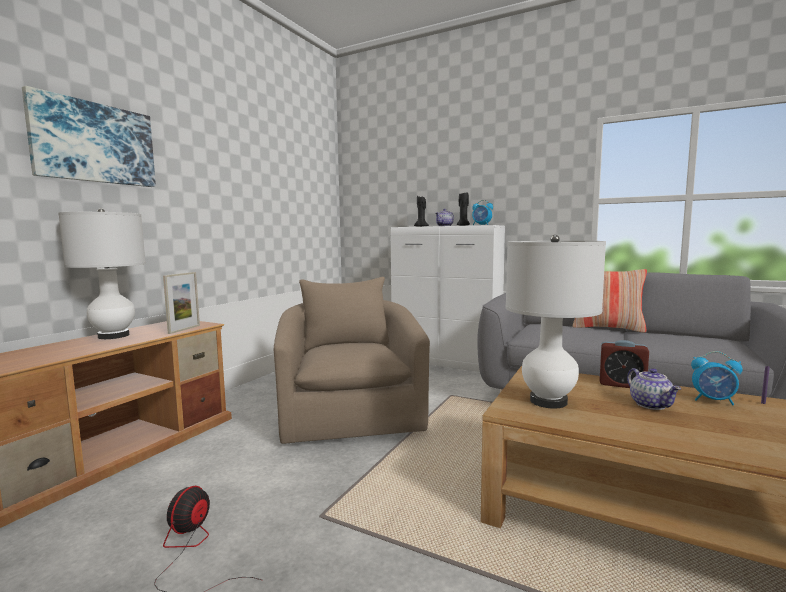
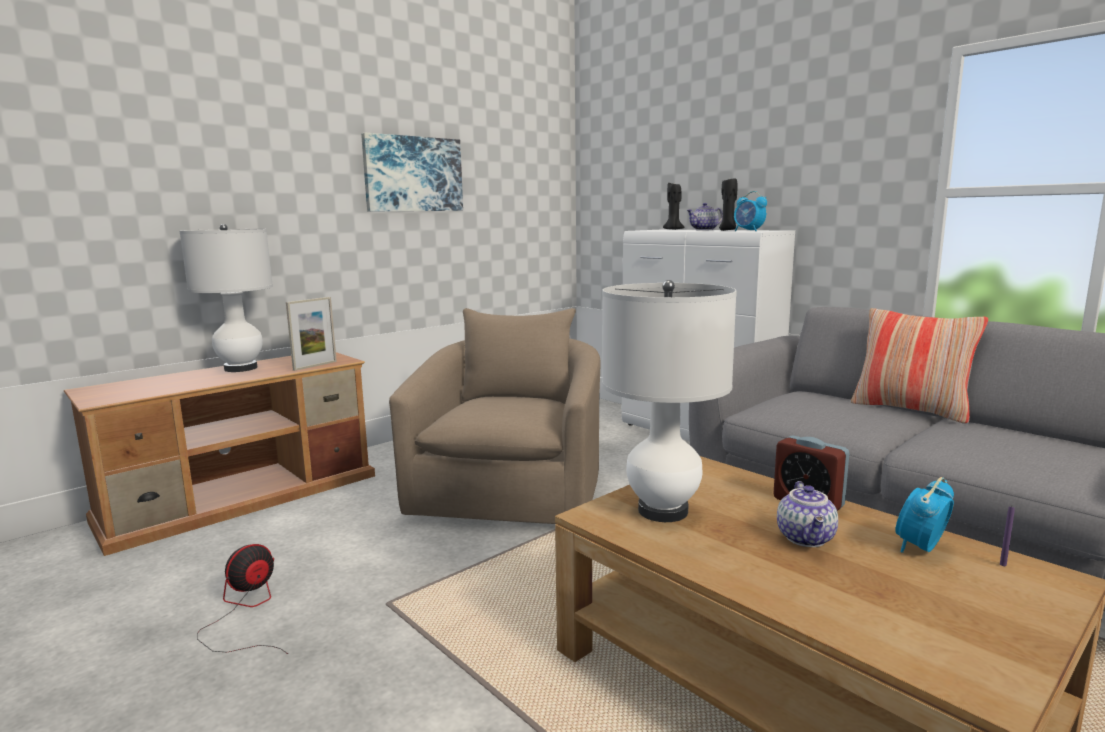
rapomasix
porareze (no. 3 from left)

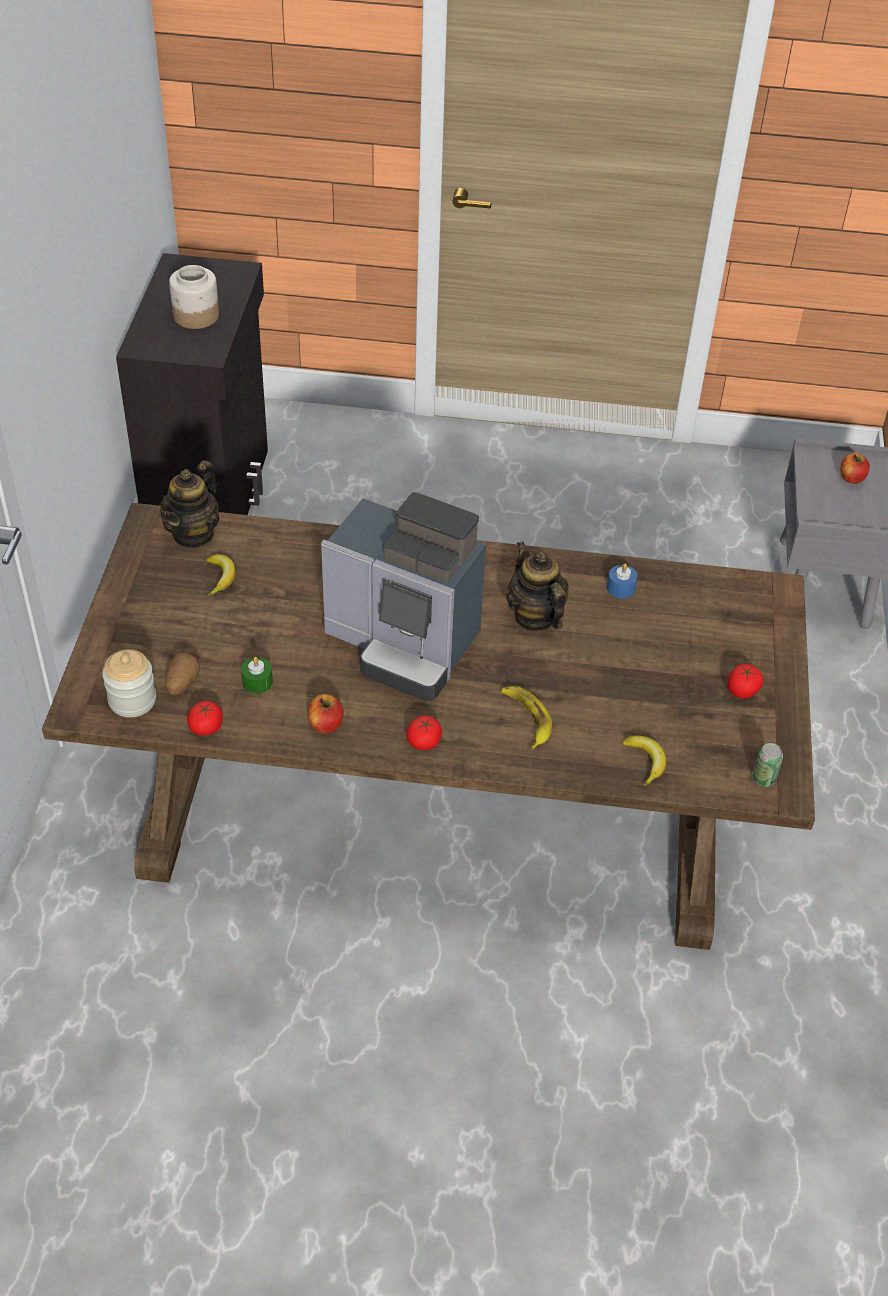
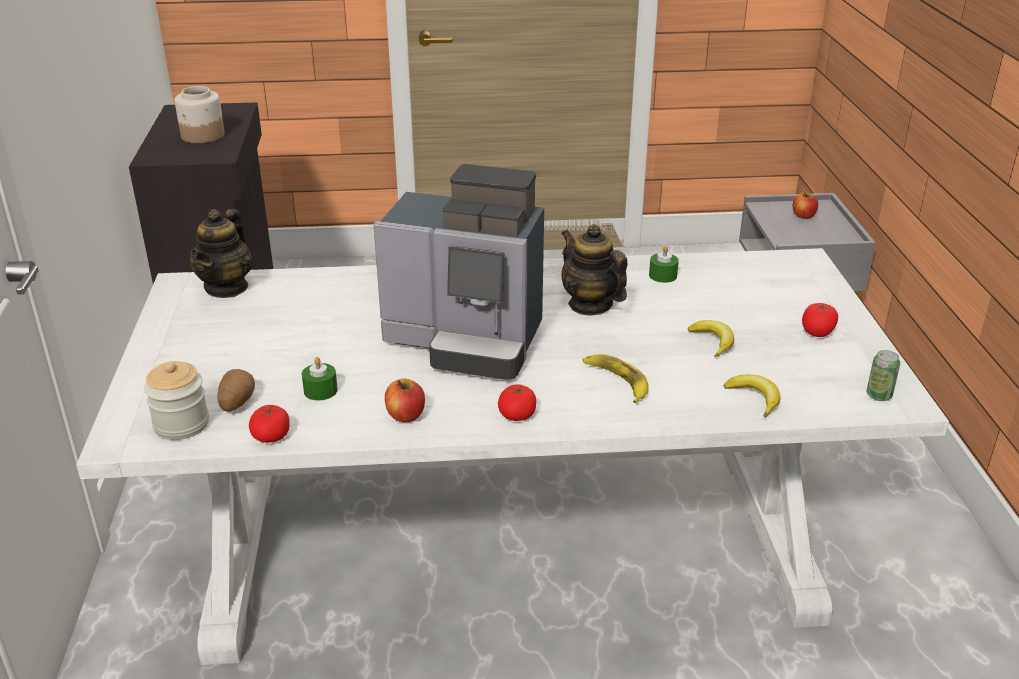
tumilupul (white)
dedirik (no. 2 from left)
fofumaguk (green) (no. 2 from left)

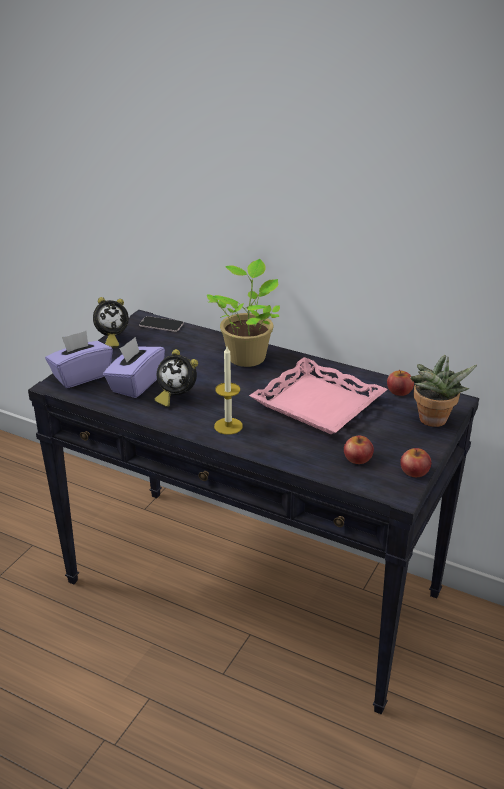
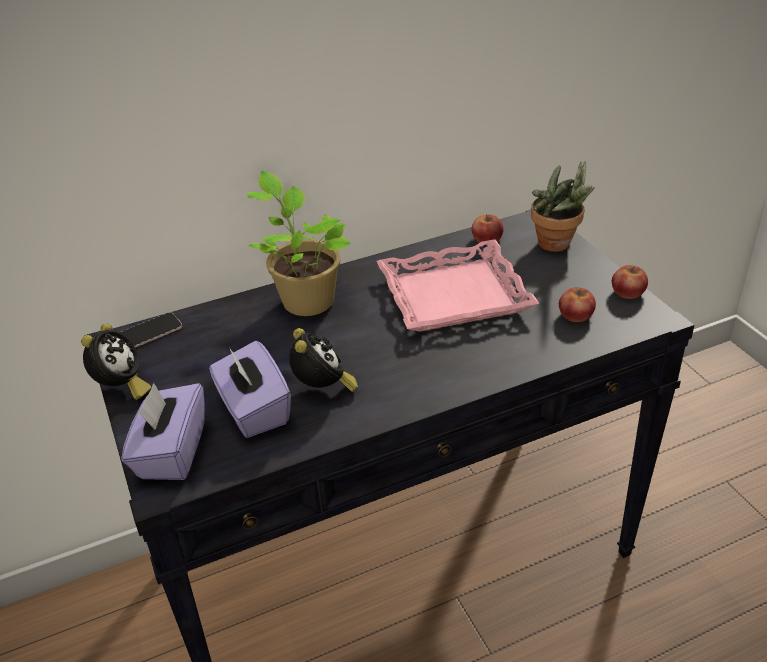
fofumaguk
porareze (no. 2 from left)

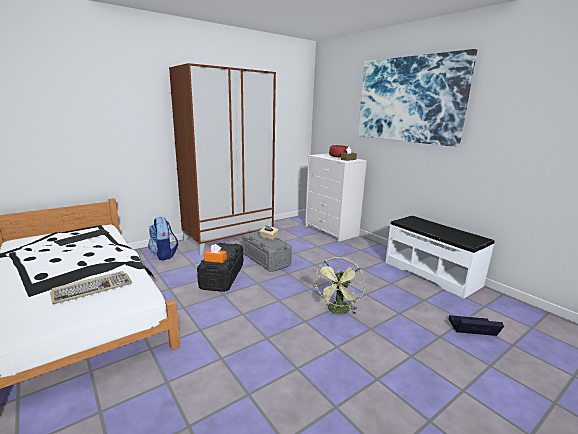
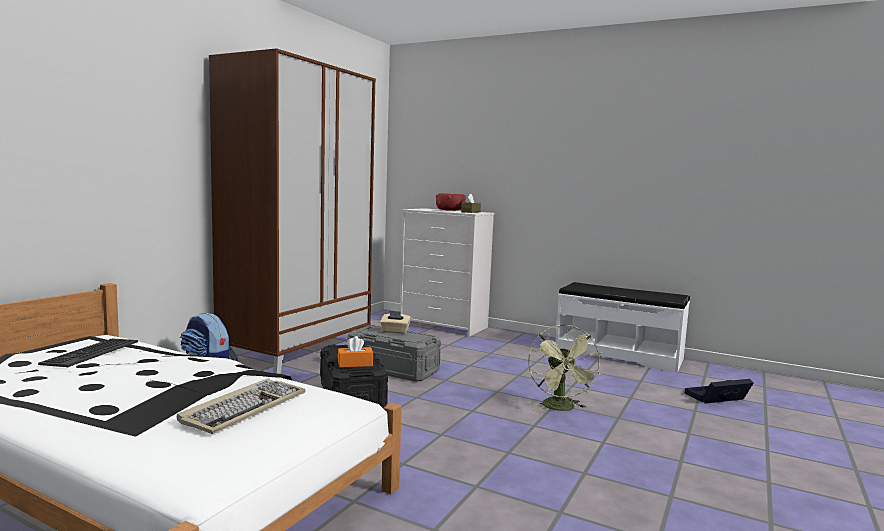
rapomasix

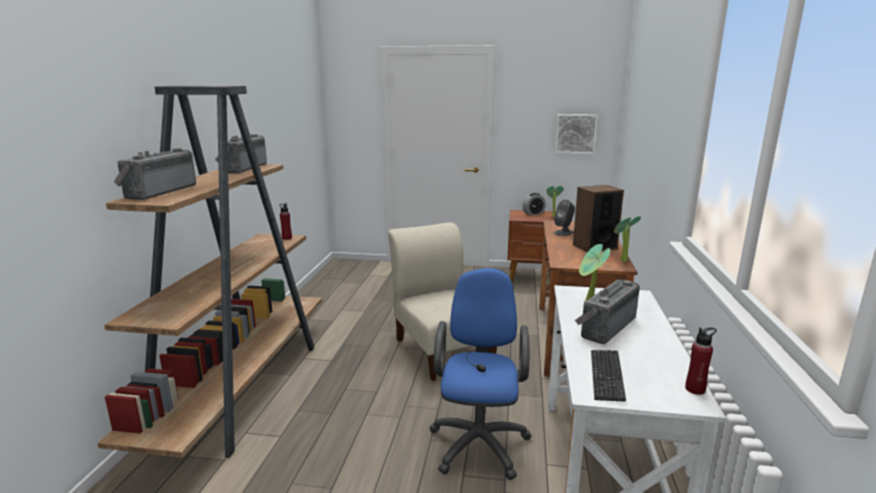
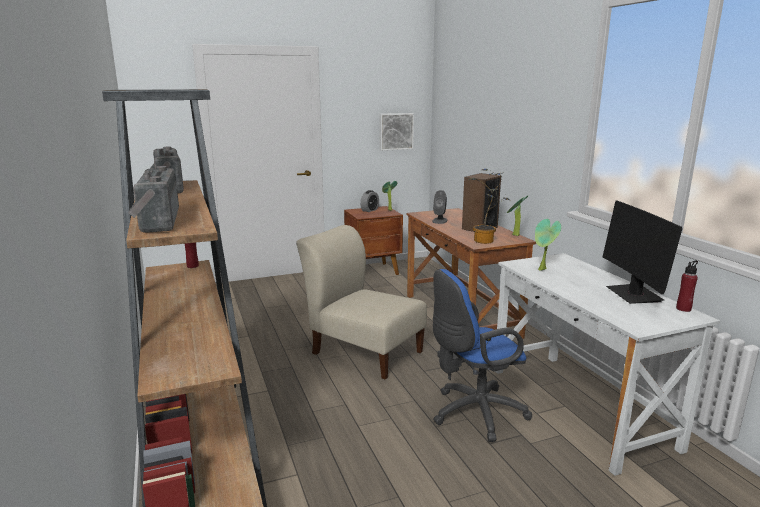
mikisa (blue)
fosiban (no. 3 from left in the first image)
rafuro
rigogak (no. 2 from left)
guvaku

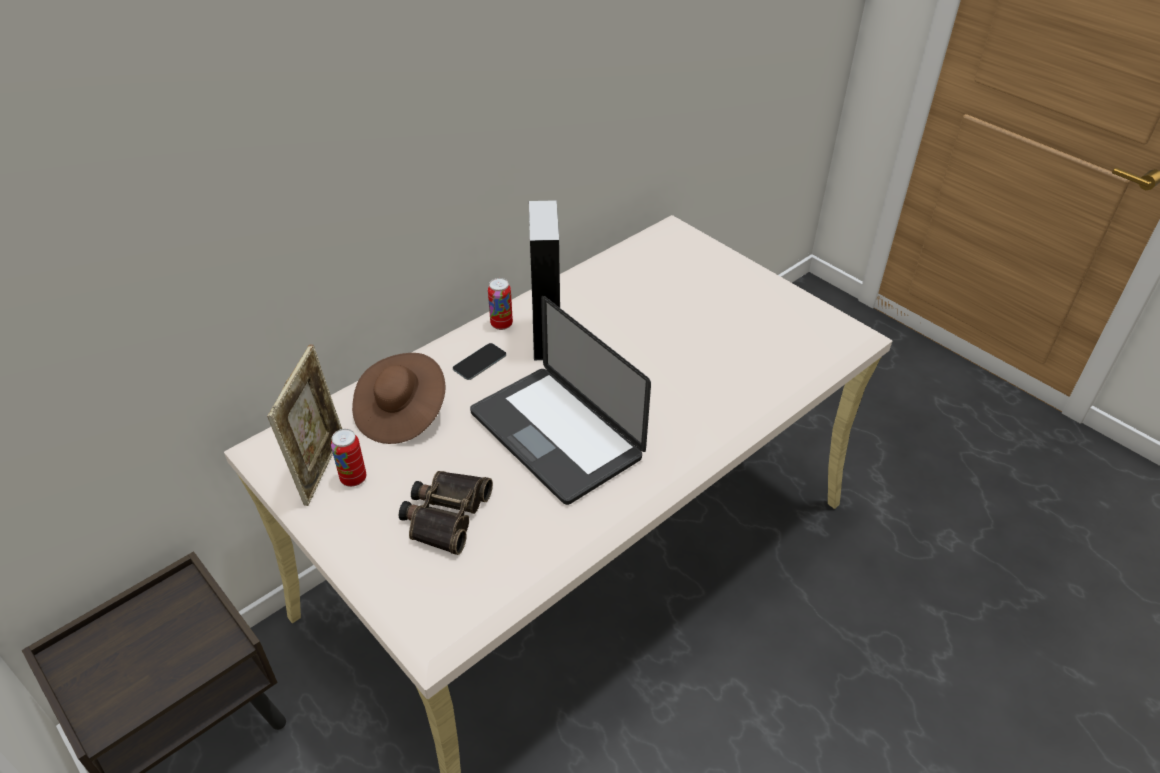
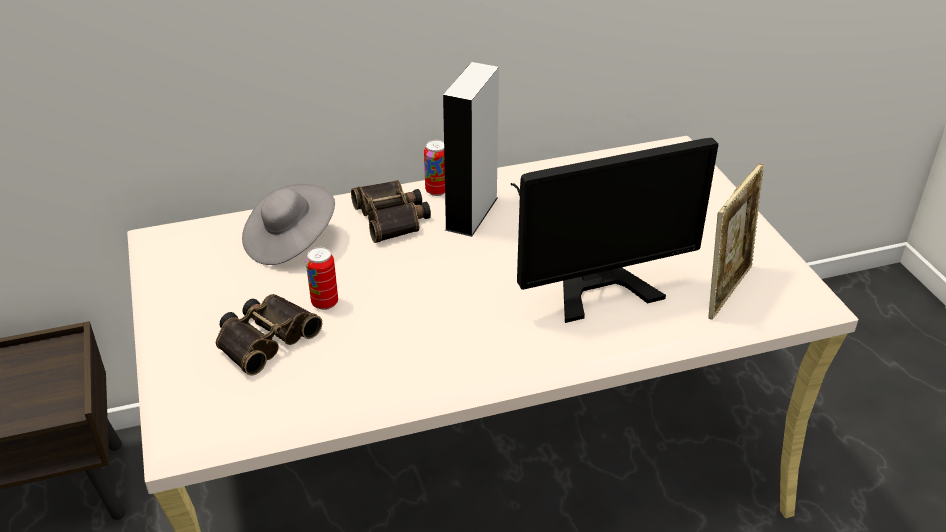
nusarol
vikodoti (no. 2 from left)
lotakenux
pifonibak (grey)
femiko (no. 1 from left)
guvaku

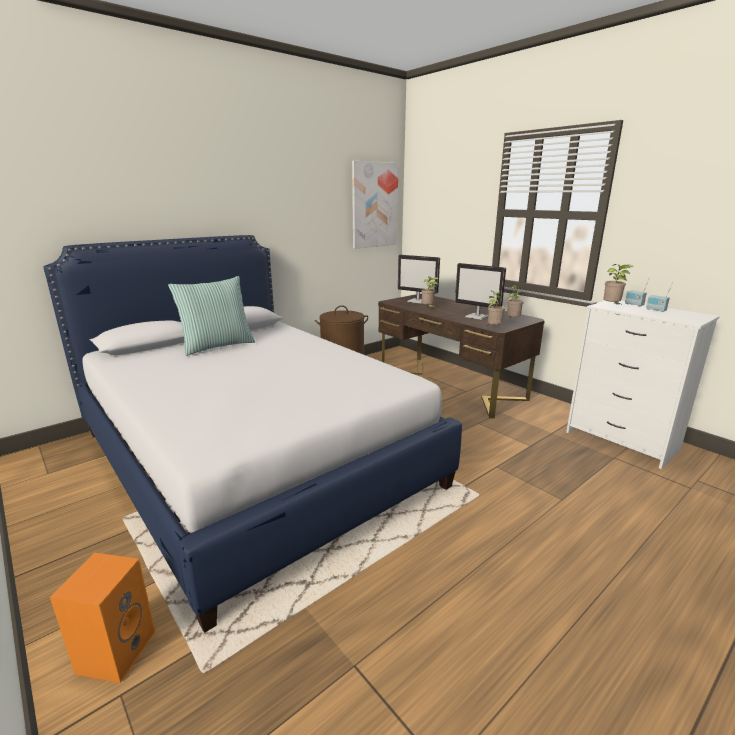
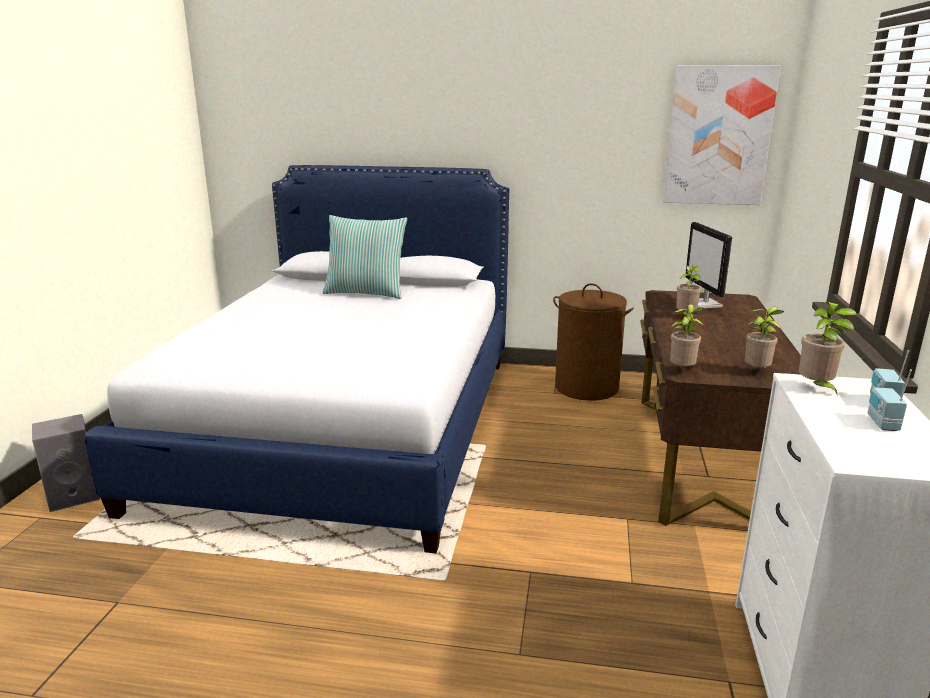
guvaku (no. 2 from left in the first image)
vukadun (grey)

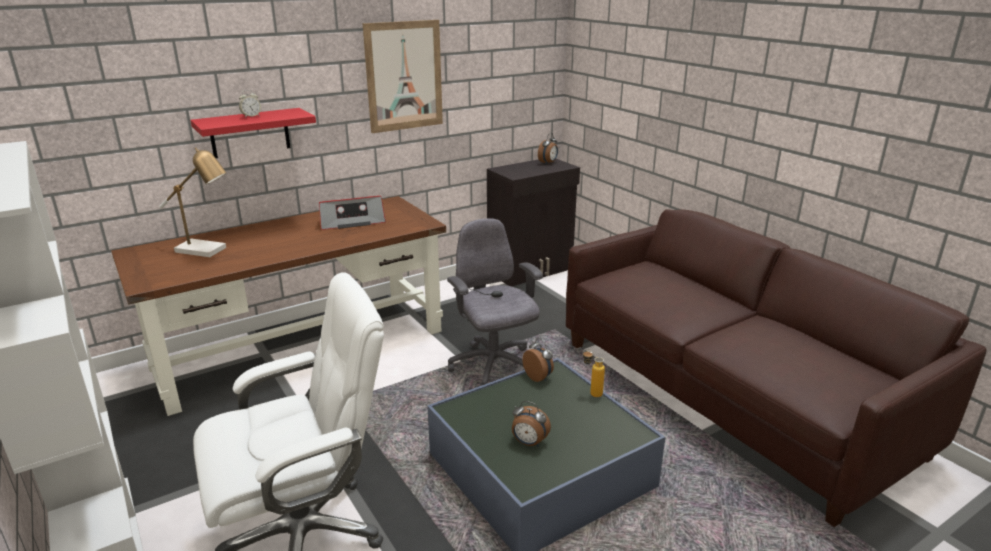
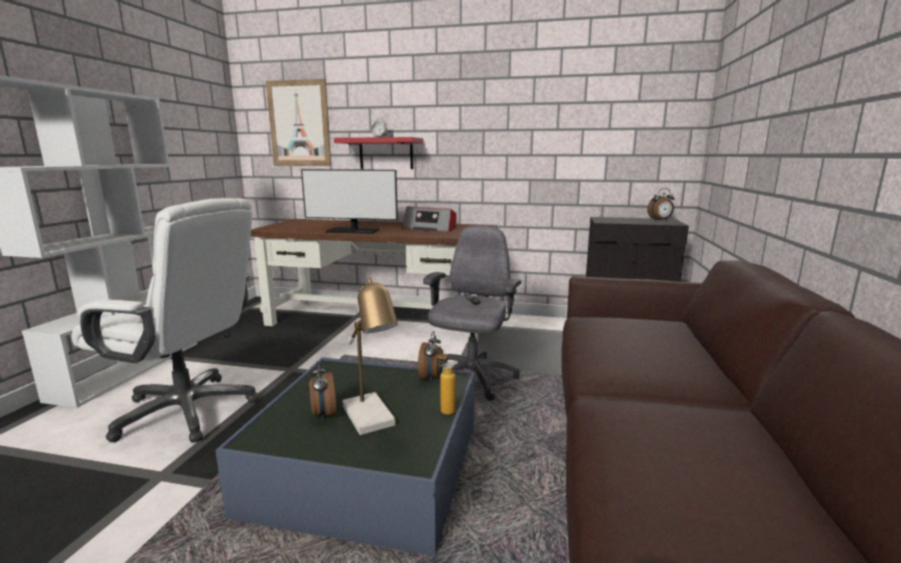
rapomasix
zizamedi
guvaku

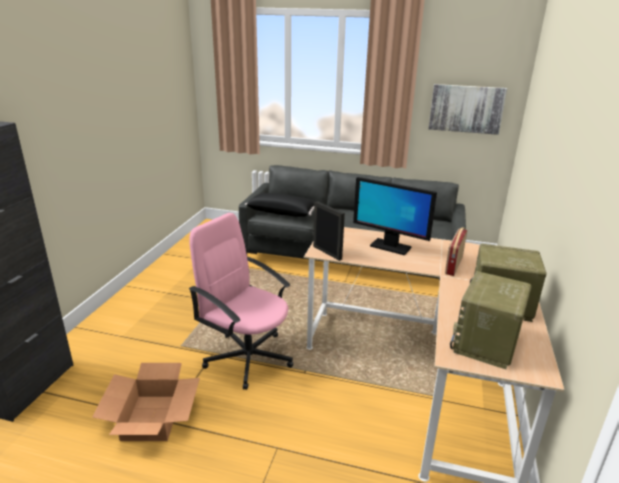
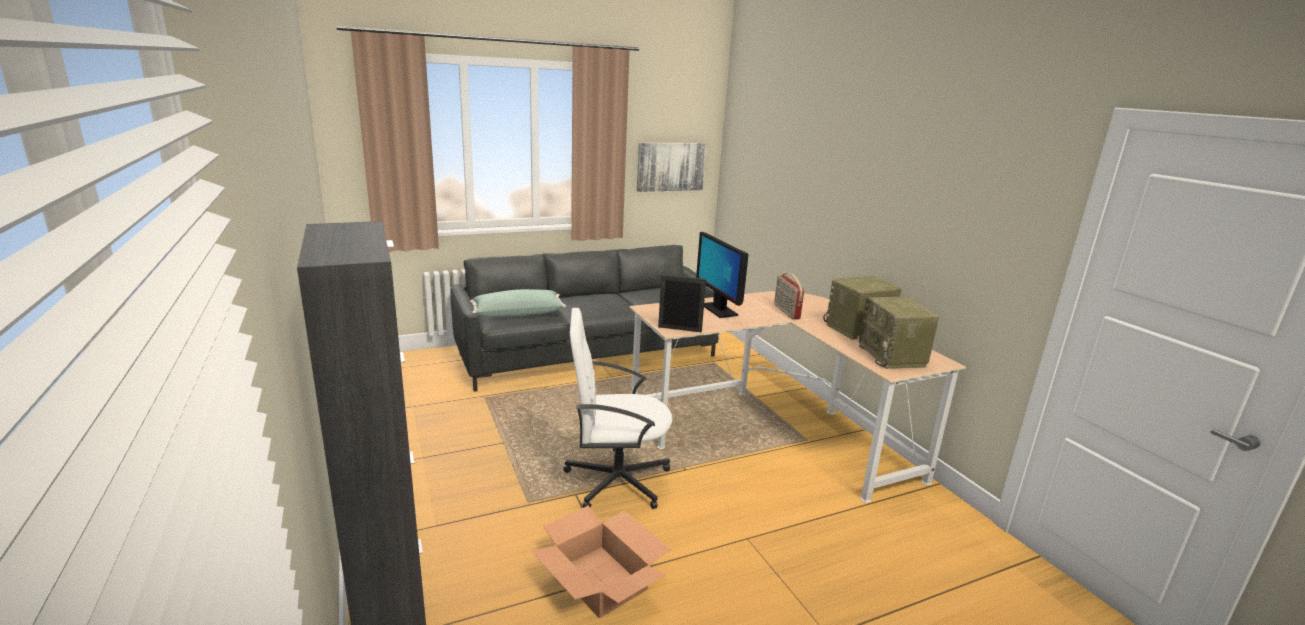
guvaku
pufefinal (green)
mikisa (white)

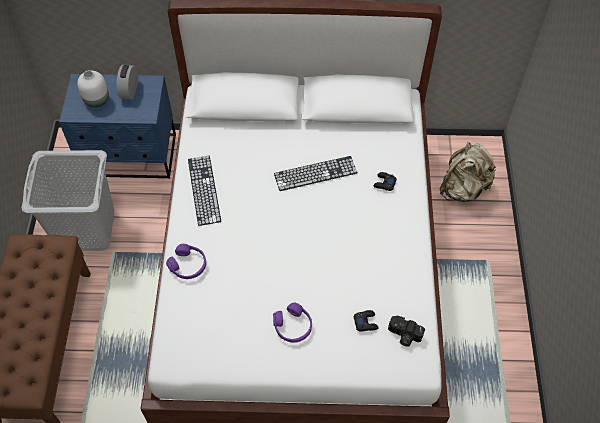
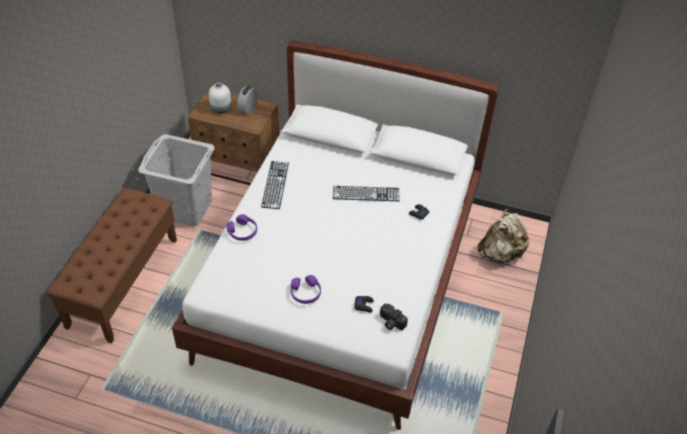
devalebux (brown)

